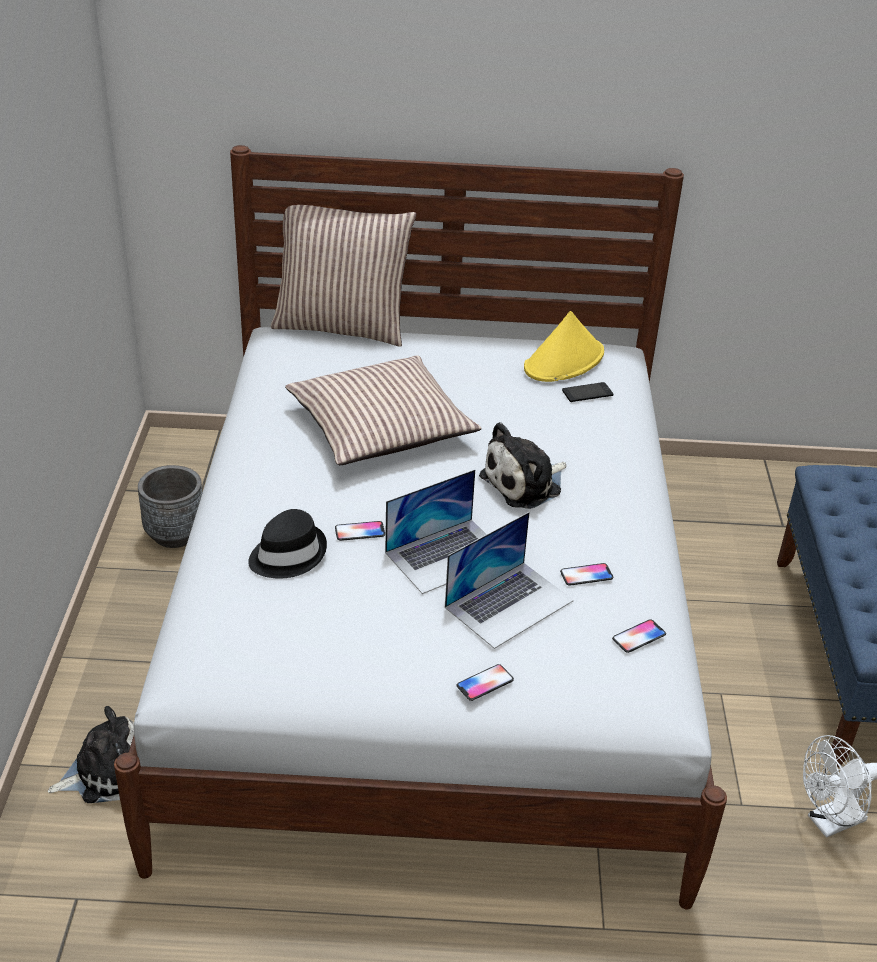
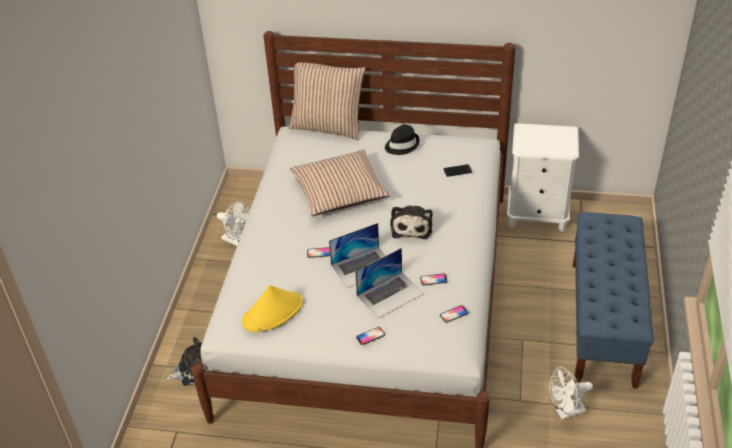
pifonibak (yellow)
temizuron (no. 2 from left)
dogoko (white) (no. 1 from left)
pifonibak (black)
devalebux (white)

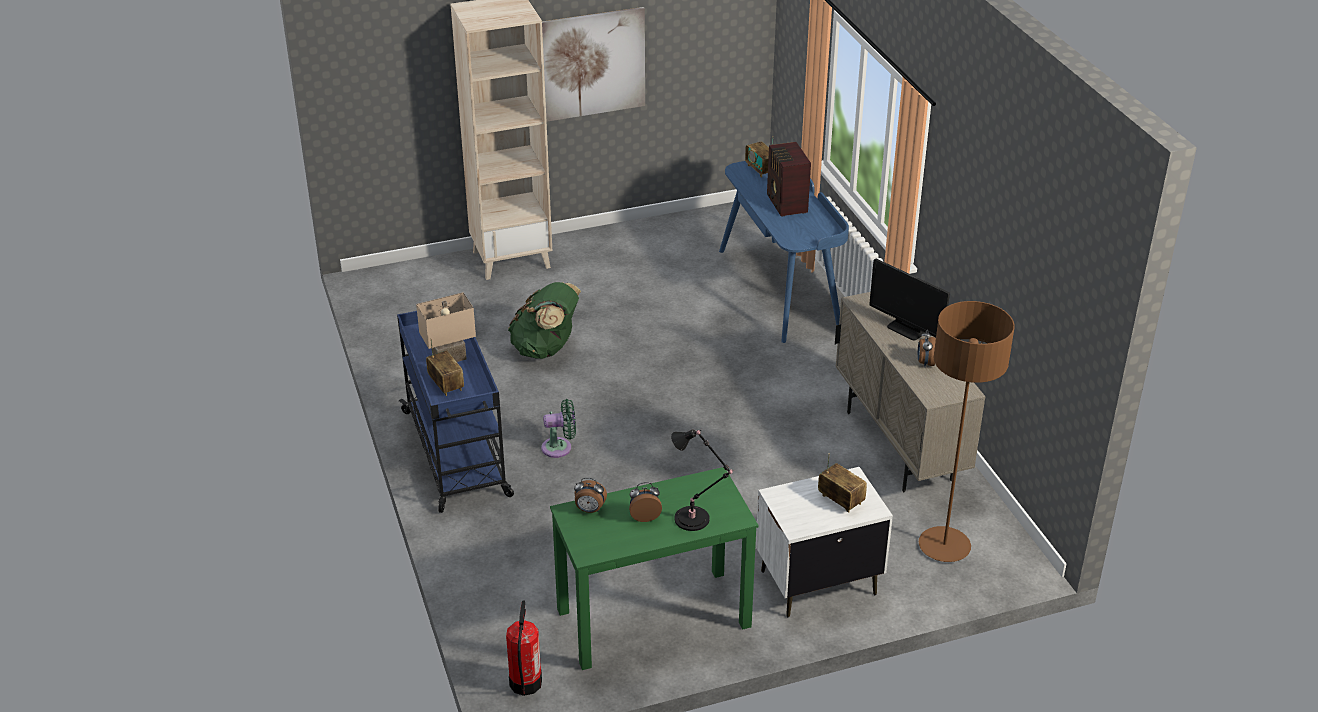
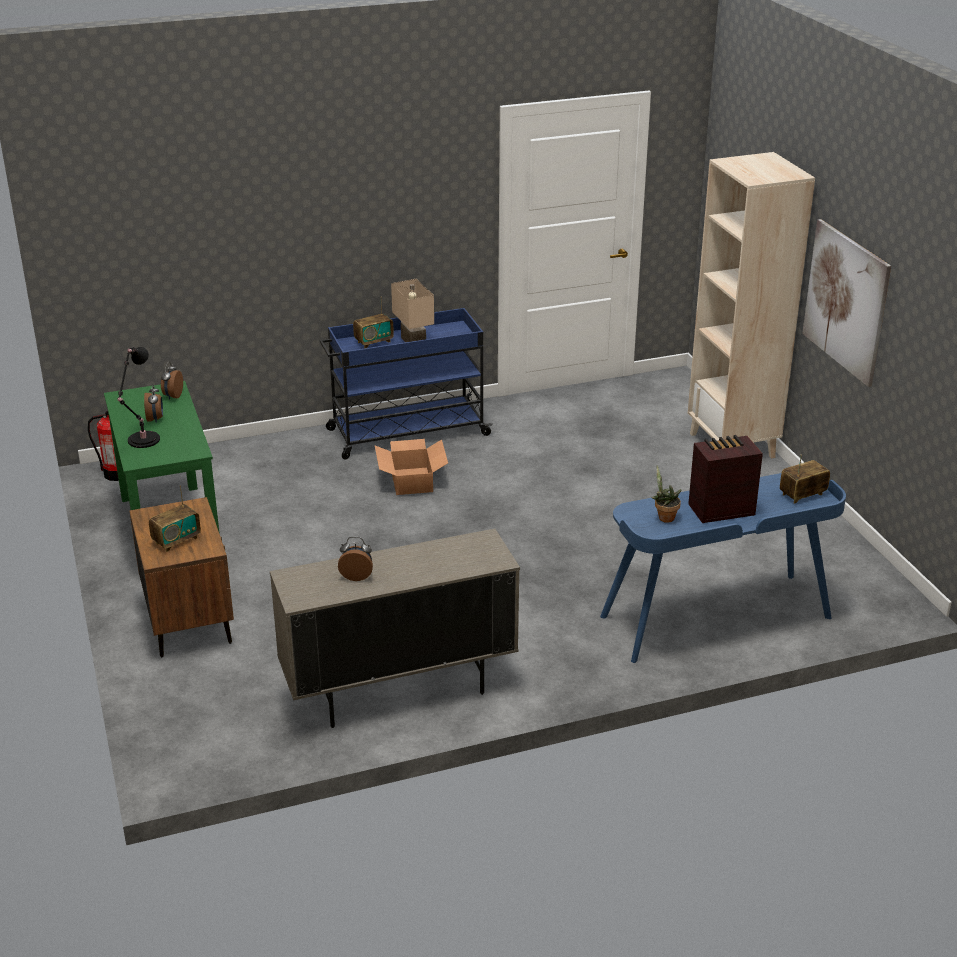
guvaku
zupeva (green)
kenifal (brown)
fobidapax
devalebux (brown)
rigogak

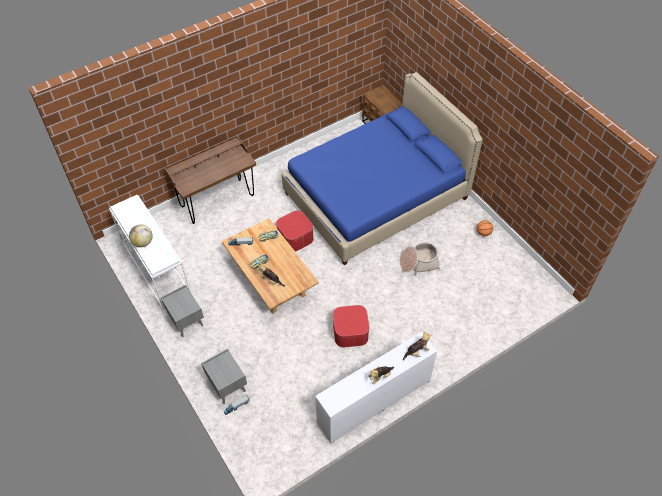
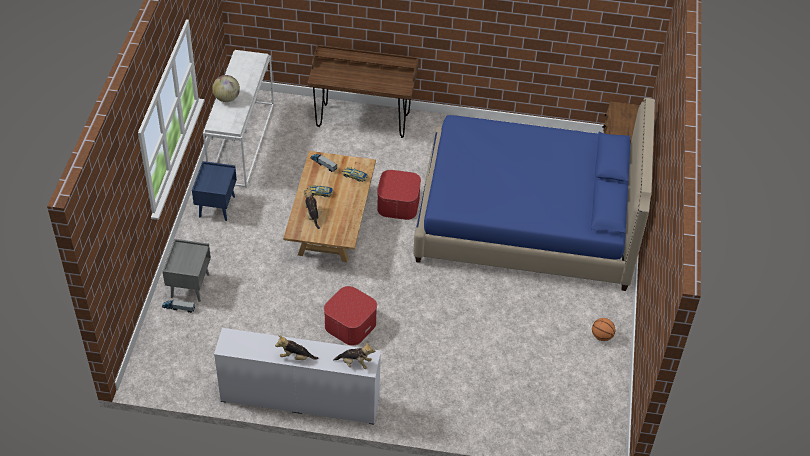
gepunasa
devalebux (blue)

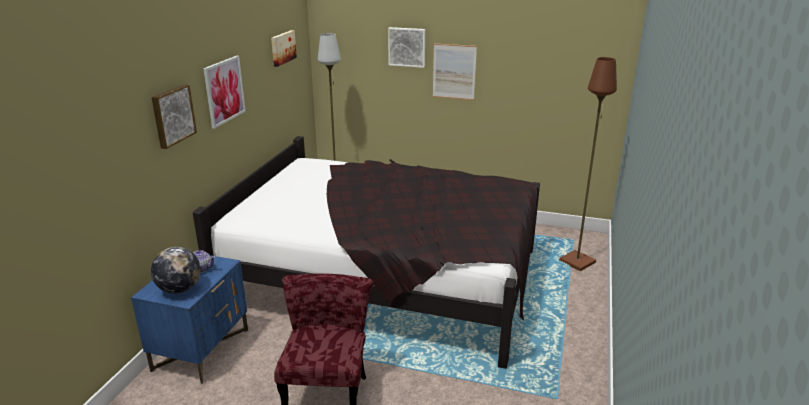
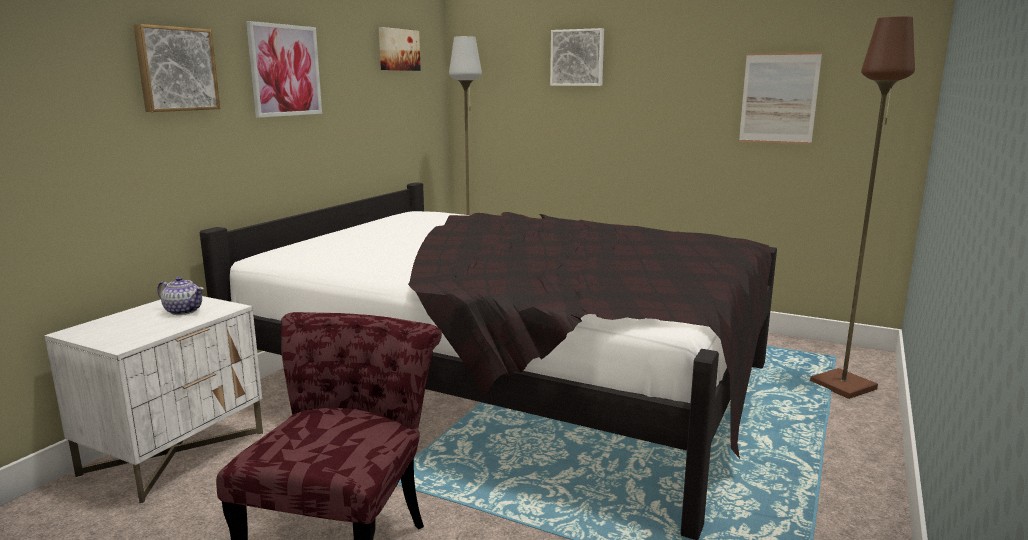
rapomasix (no. 5 from left)
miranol
devalebux (white)

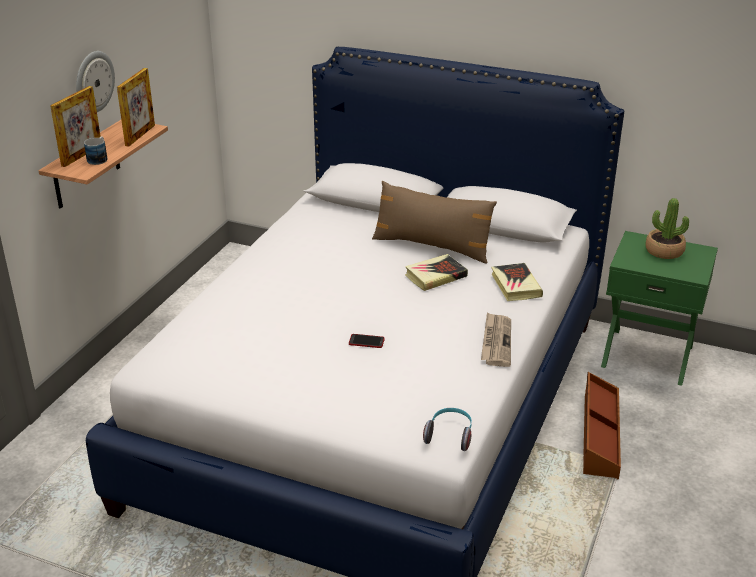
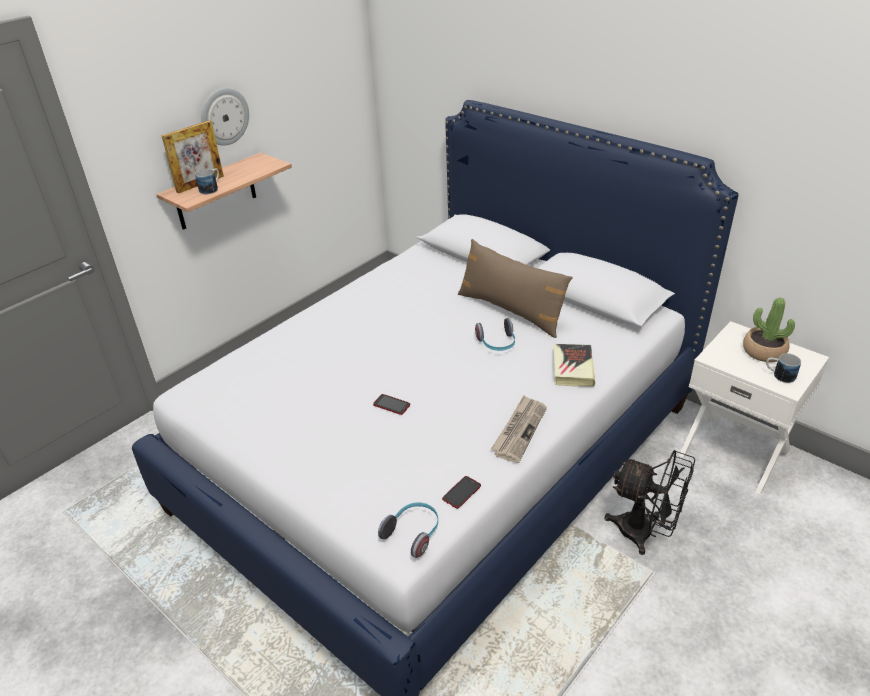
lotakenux (no. 2 from left in the first image)
devalebux (white)
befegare (no. 2 from left)
dogoko (black)
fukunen (no. 2 from left)
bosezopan (no. 2 from left)

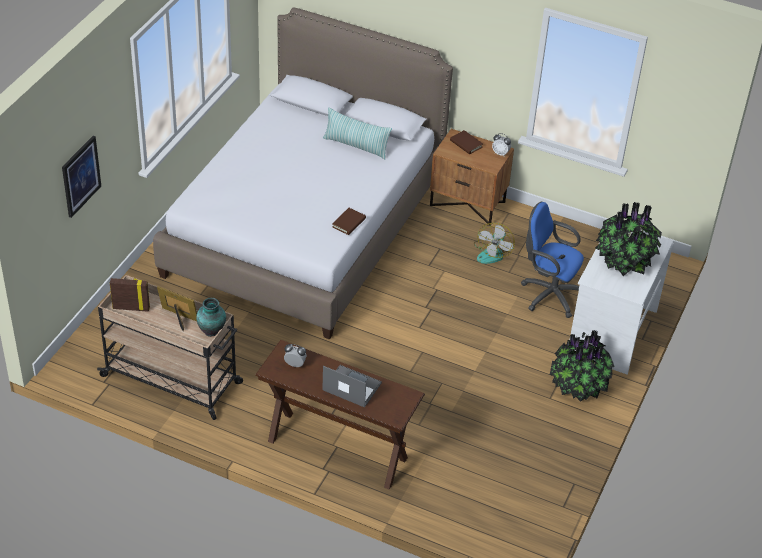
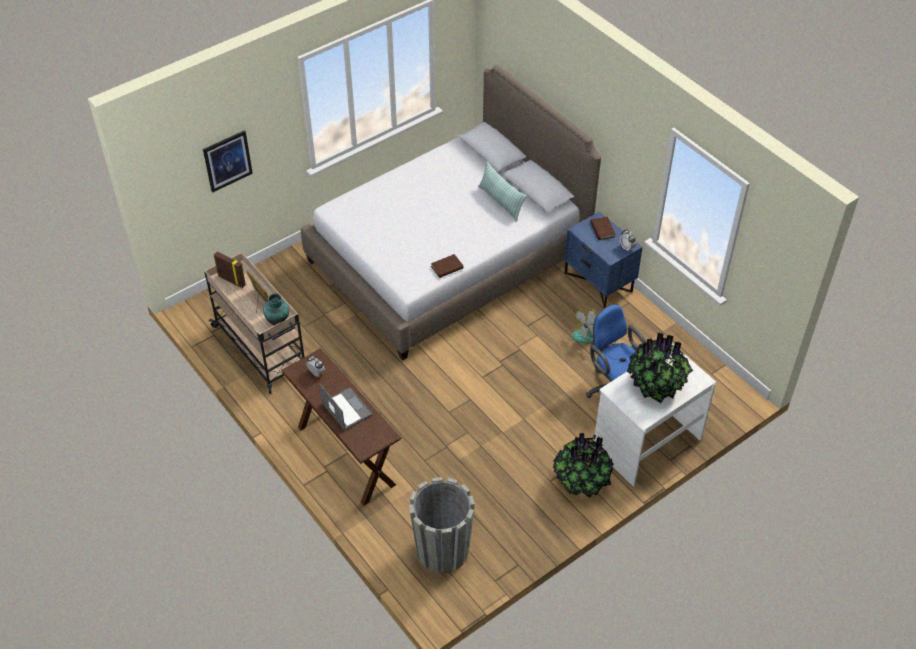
devalebux (blue)
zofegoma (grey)

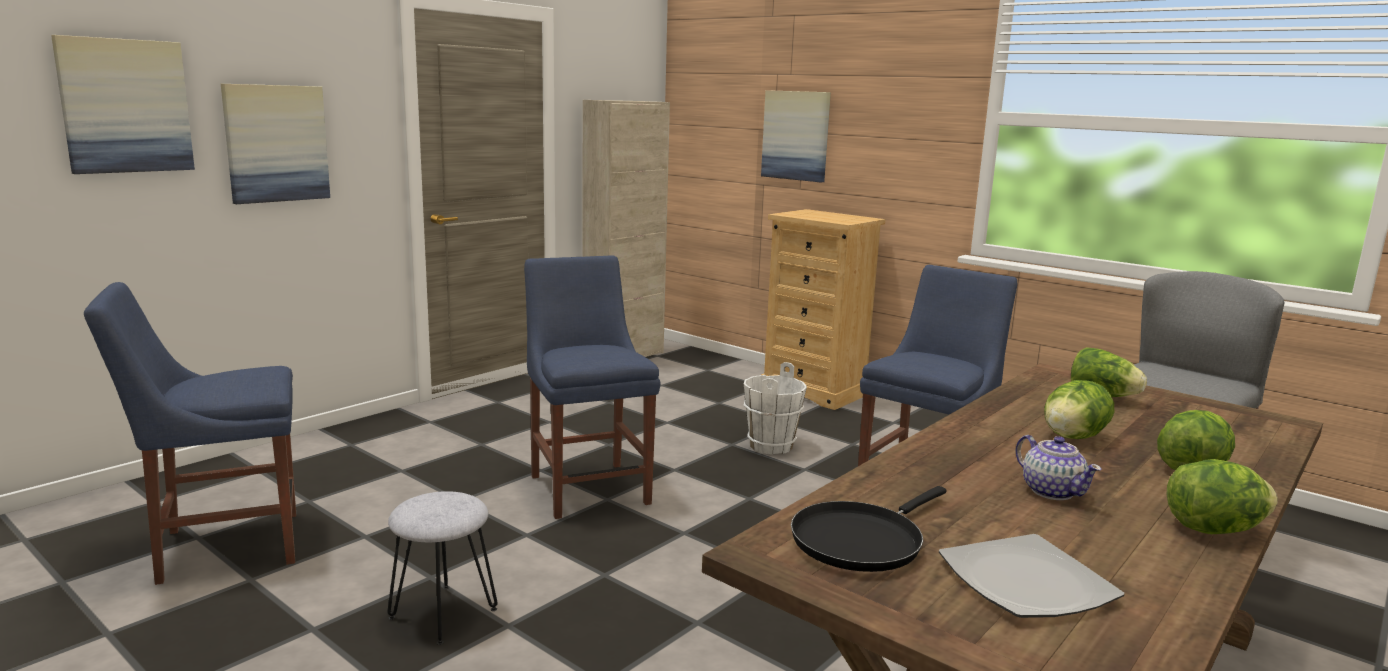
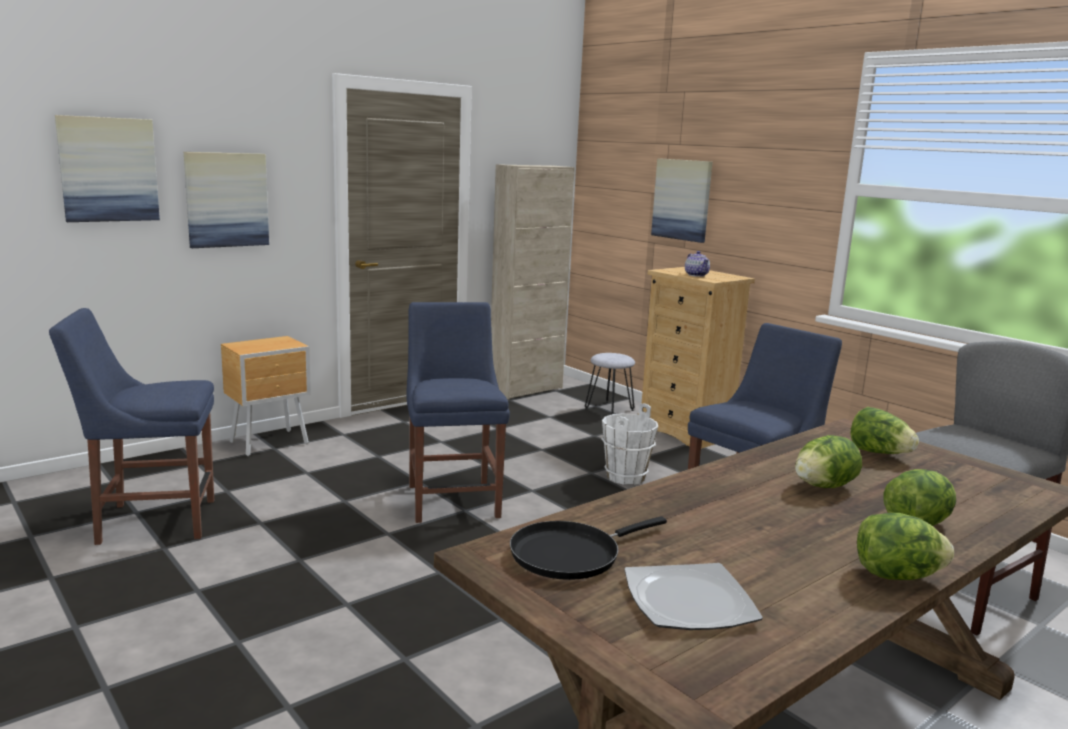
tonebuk
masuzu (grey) (no. 1 from left)
devalebux (brown)

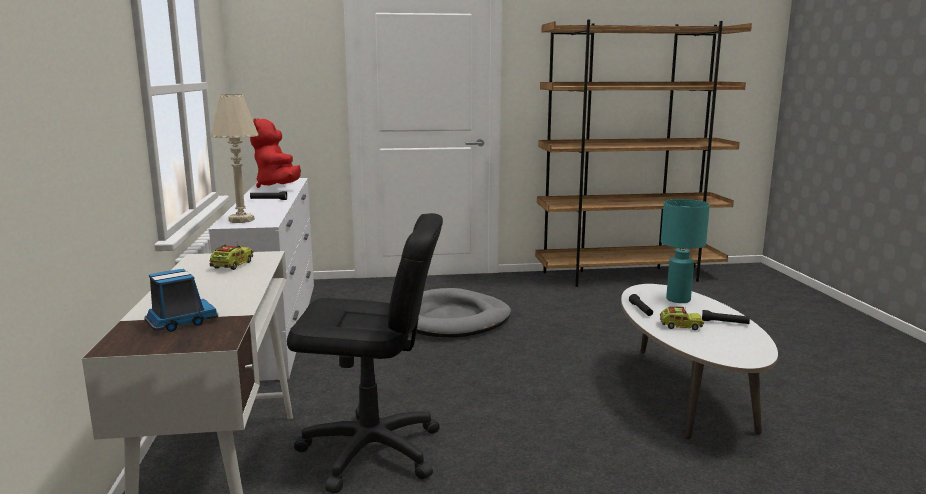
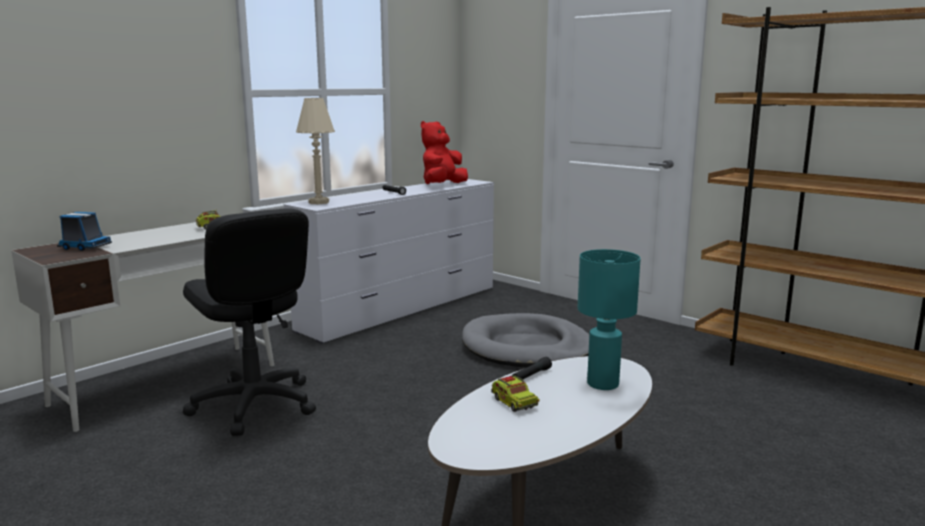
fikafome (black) (no. 3 from left in the first image)

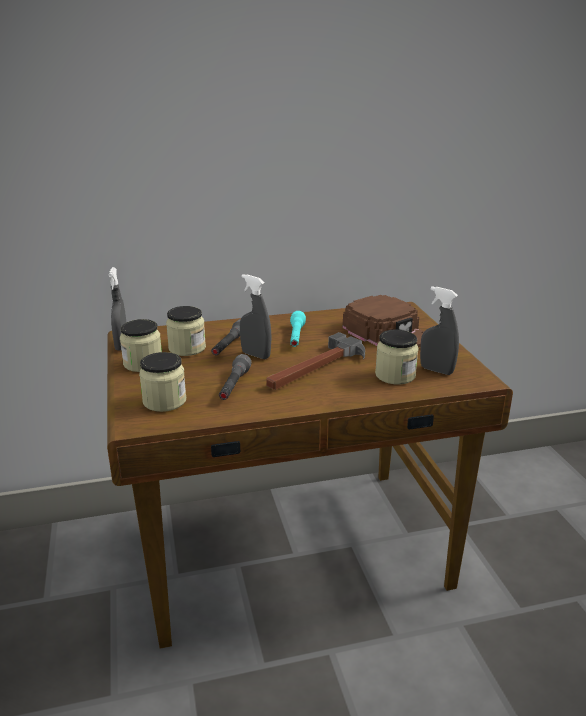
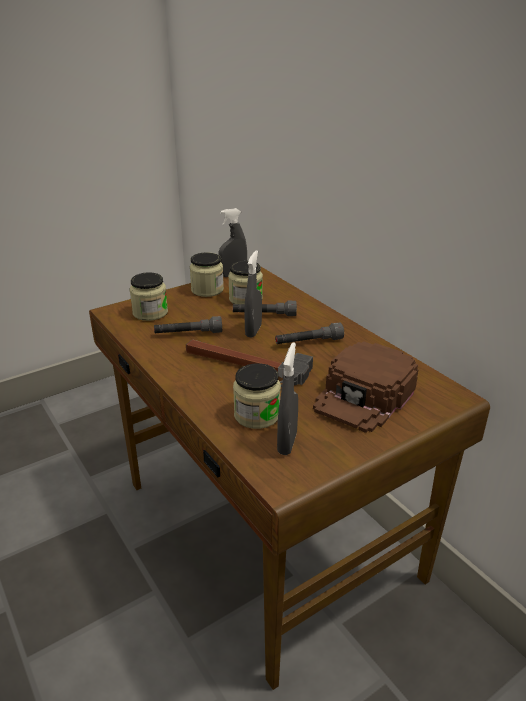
fikafome (grey) (no. 3 from left)

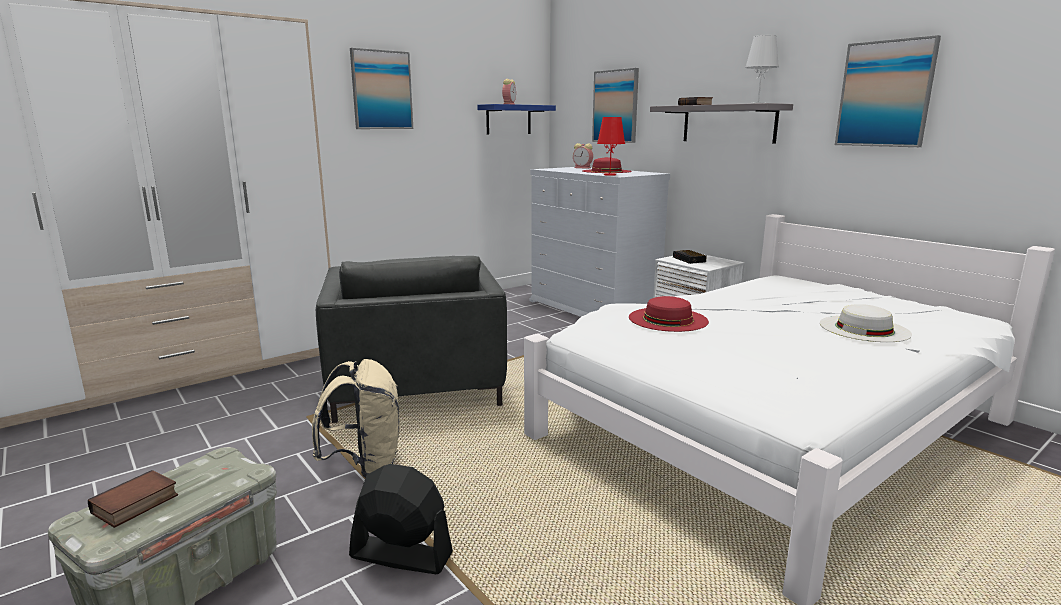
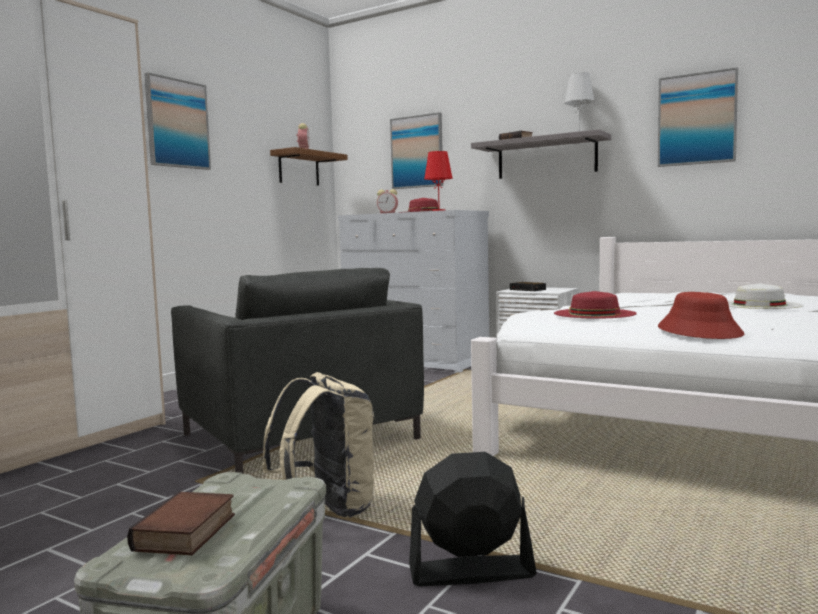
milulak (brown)
pifonibak (red) (no. 3 from left)

